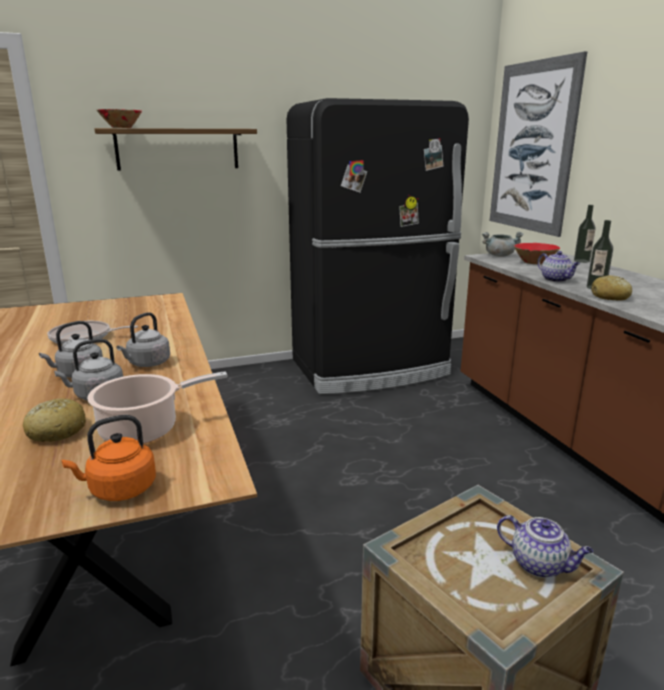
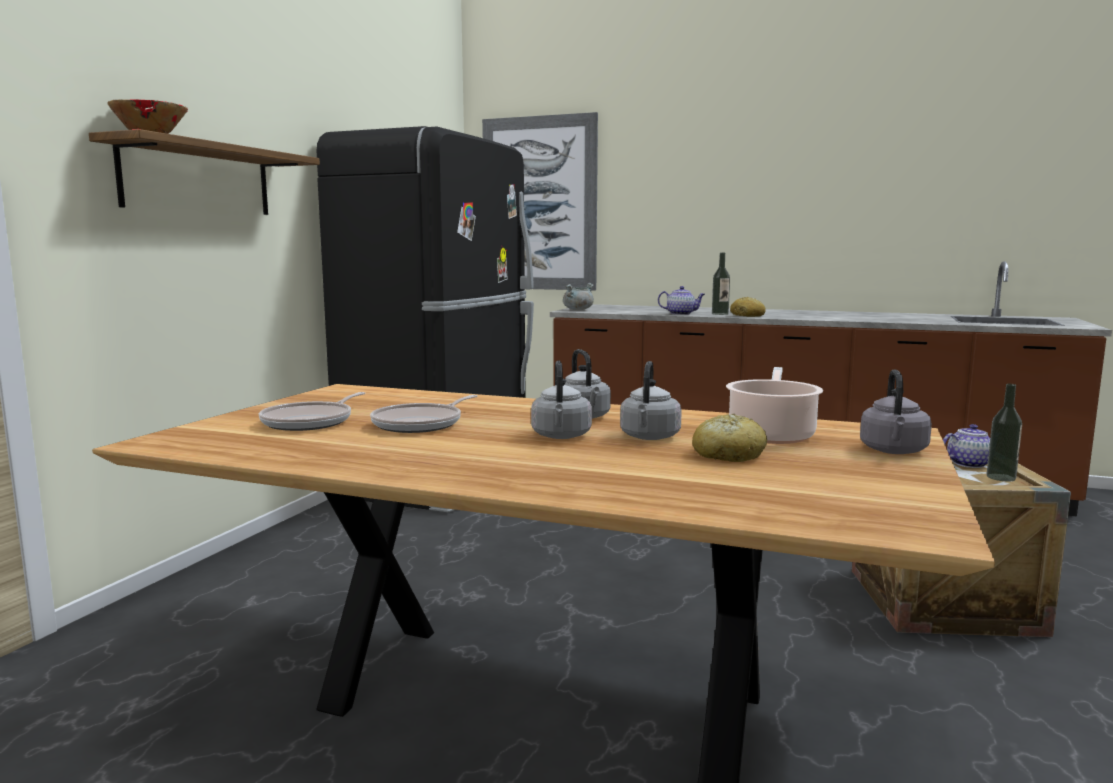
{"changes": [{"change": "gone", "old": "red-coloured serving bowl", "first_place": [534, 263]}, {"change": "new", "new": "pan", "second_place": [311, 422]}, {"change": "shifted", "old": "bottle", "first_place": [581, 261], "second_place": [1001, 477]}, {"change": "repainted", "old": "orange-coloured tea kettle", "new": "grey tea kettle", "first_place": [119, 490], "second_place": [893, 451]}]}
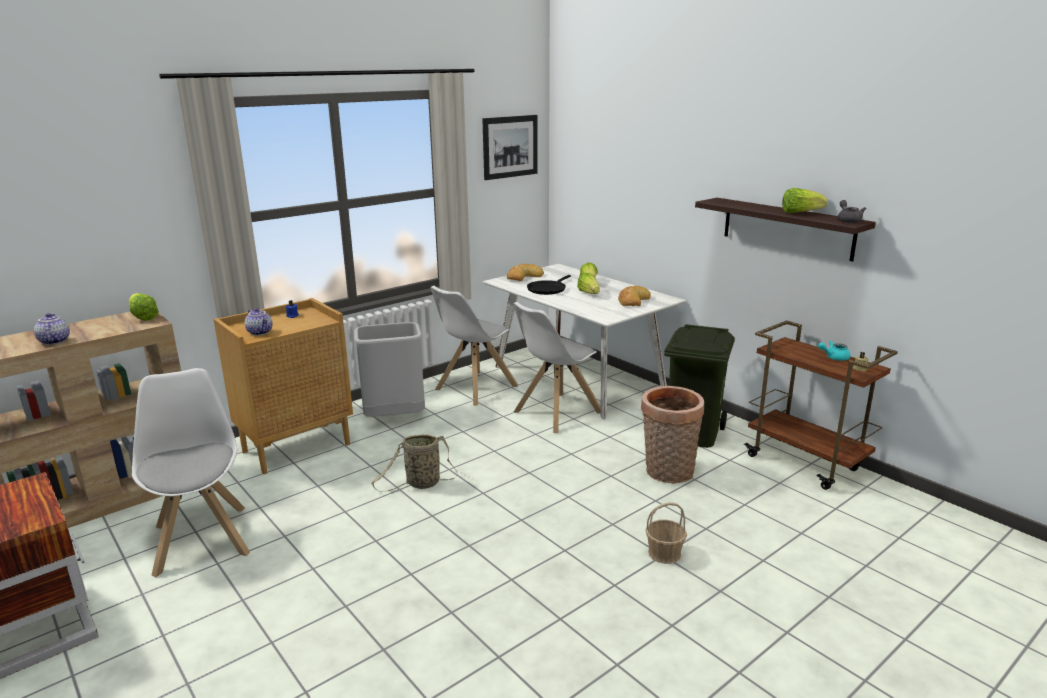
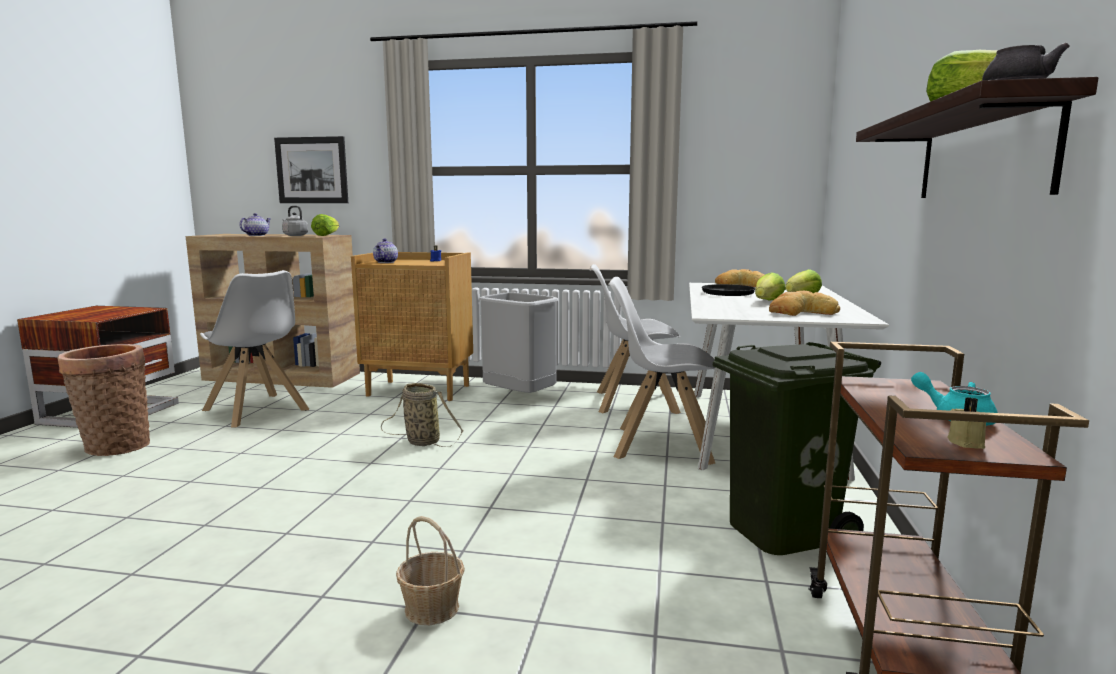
{"changes": [{"change": "new", "new": "grey tea kettle", "second_place": [294, 235]}, {"change": "shifted", "old": "wall art", "first_place": [510, 147], "second_place": [312, 170]}, {"change": "shifted", "old": "storage basket", "first_place": [667, 473], "second_place": [114, 446]}, {"change": "rotated", "old": "plain chair", "first_place": [202, 537], "second_place": [257, 411], "degrees": 105}]}
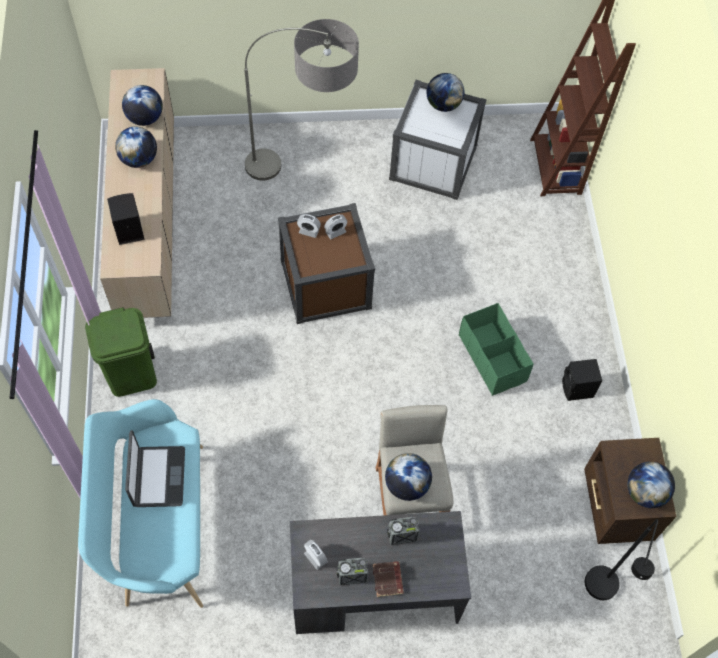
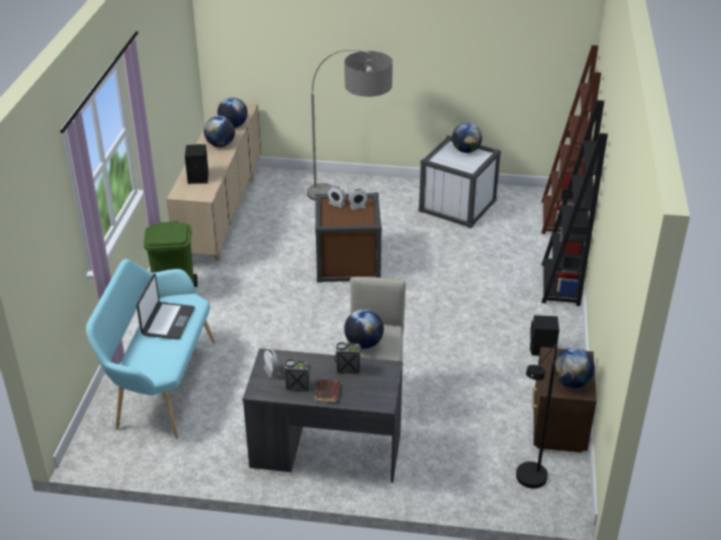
{"changes": [{"change": "gone", "old": "green storage bin", "first_place": [492, 358]}, {"change": "new", "new": "blackish bookcase", "second_place": [560, 285]}]}
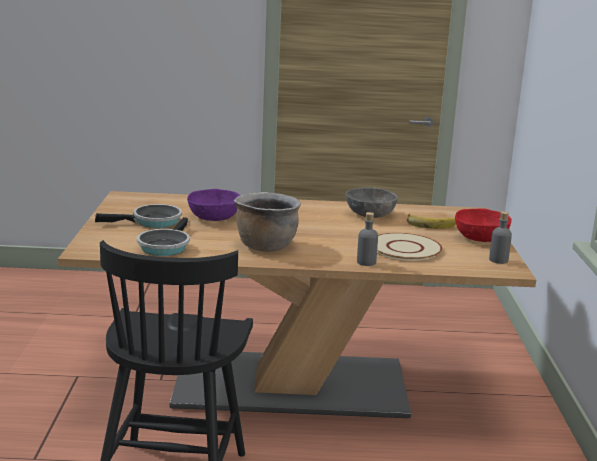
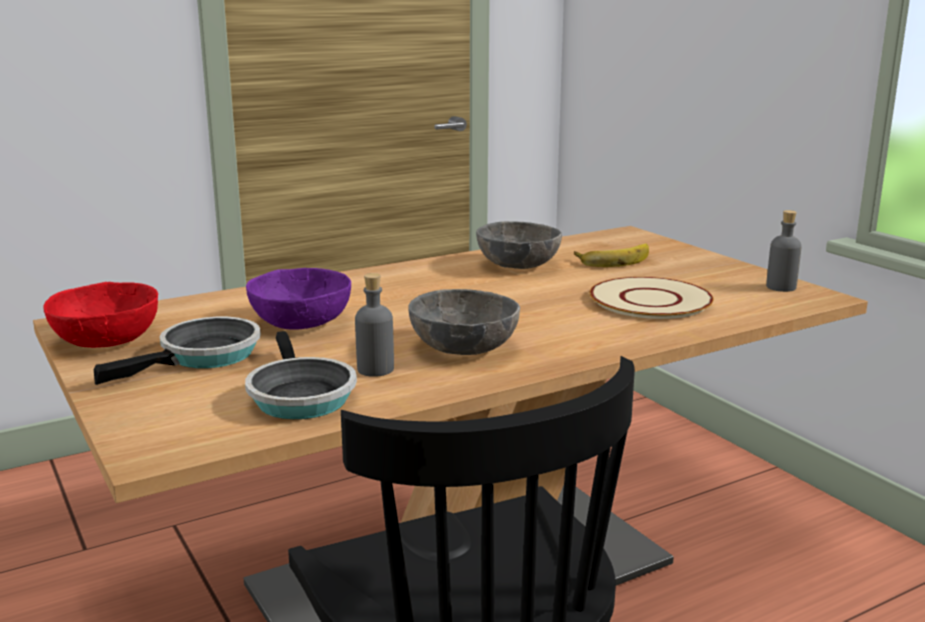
{"changes": [{"change": "shifted", "old": "grey bottle", "first_place": [366, 262], "second_place": [375, 369]}, {"change": "shifted", "old": "red-coloured serving bowl", "first_place": [480, 238], "second_place": [107, 340]}, {"change": "swapped", "old": "brownish cooking pot", "new": "grey serving bowl", "first_place": [265, 246], "second_place": [464, 348]}]}
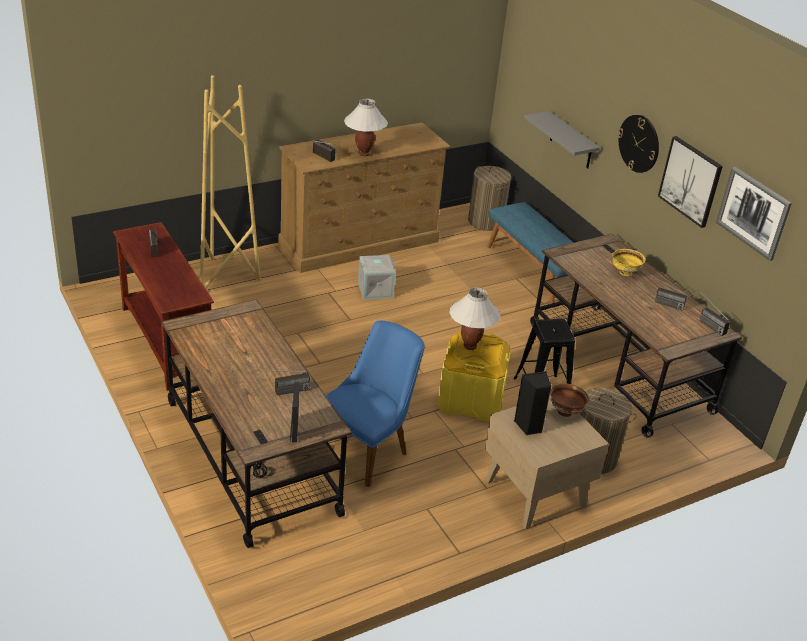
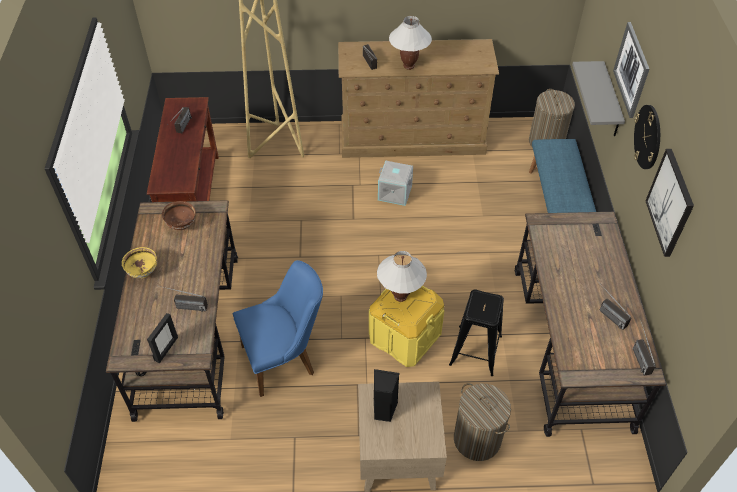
{"changes": [{"change": "shifted", "old": "brownish serving bowl", "first_place": [565, 411], "second_place": [182, 225]}, {"change": "shifted", "old": "yellow serving bowl", "first_place": [625, 272], "second_place": [143, 272]}, {"change": "shifted", "old": "wall art", "first_place": [753, 213], "second_place": [631, 70]}]}
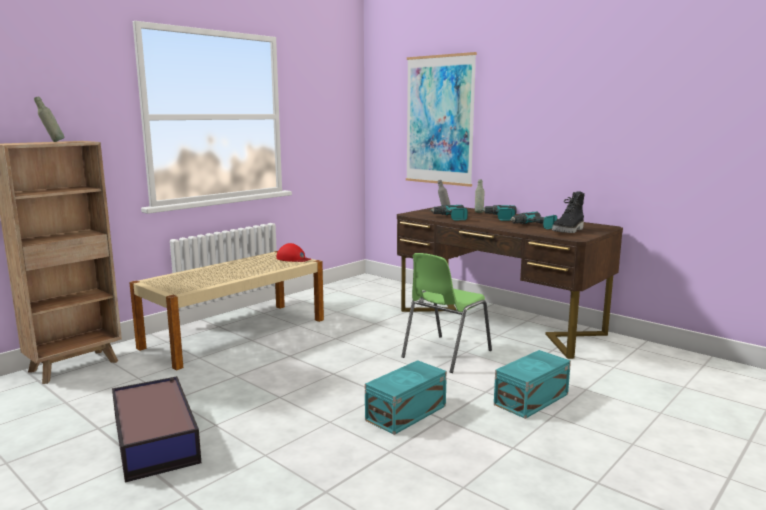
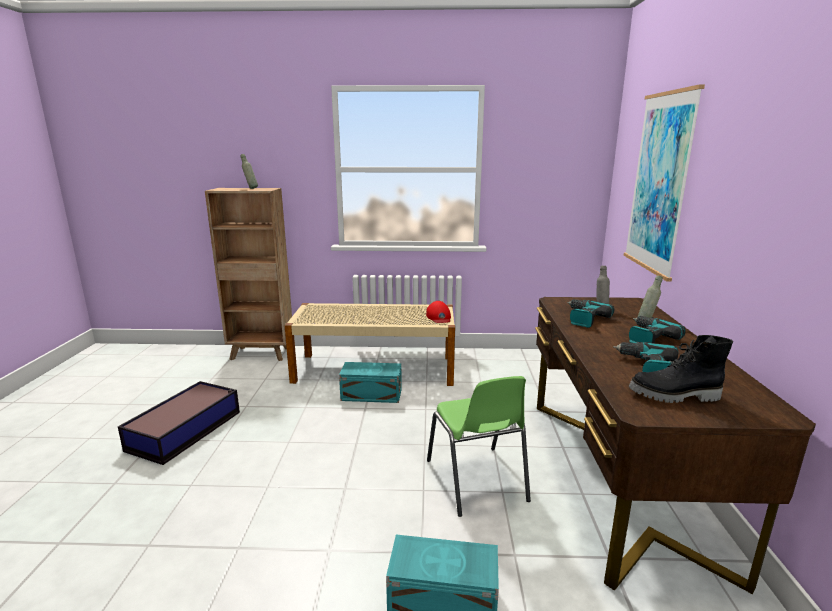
{"changes": [{"change": "shifted", "old": "blue-green storage bin", "first_place": [408, 413], "second_place": [372, 395]}, {"change": "rotated", "old": "green plain chair", "first_place": [445, 354], "second_place": [476, 481], "degrees": -105}]}
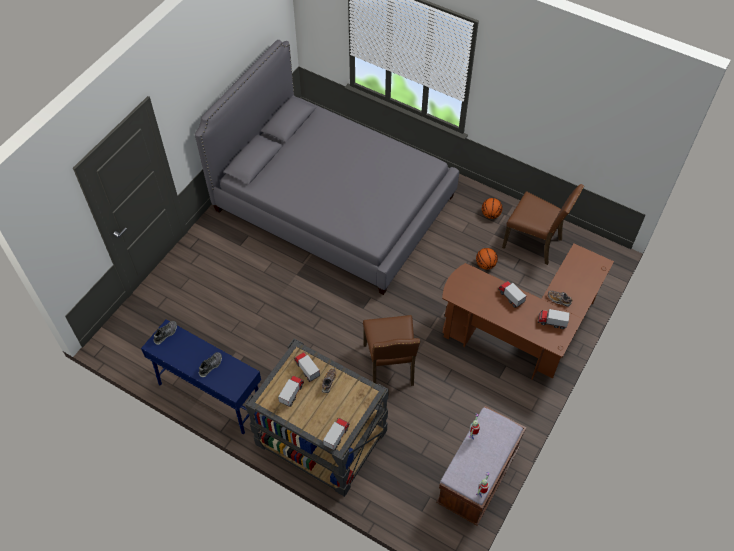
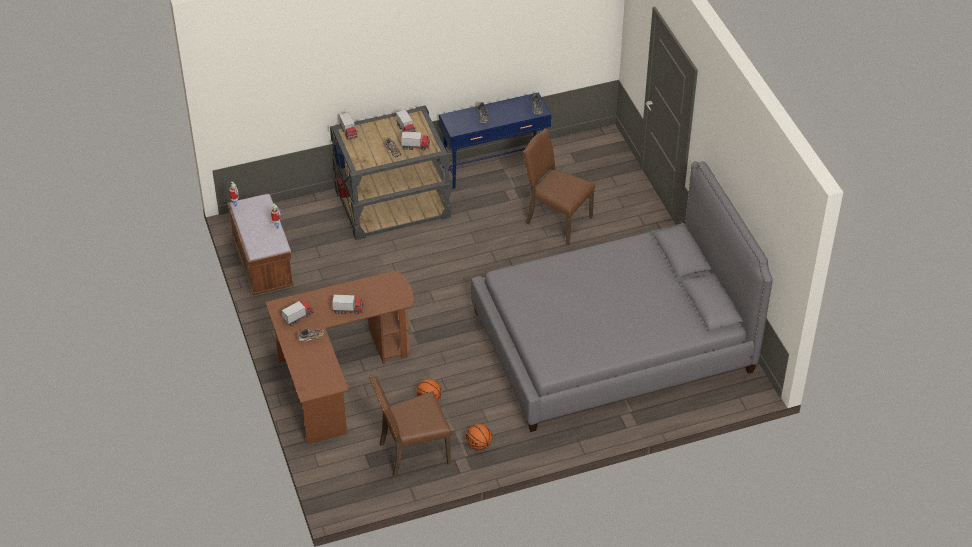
{"changes": [{"change": "shifted", "old": "brownish plain chair", "first_place": [390, 366], "second_place": [556, 220]}]}
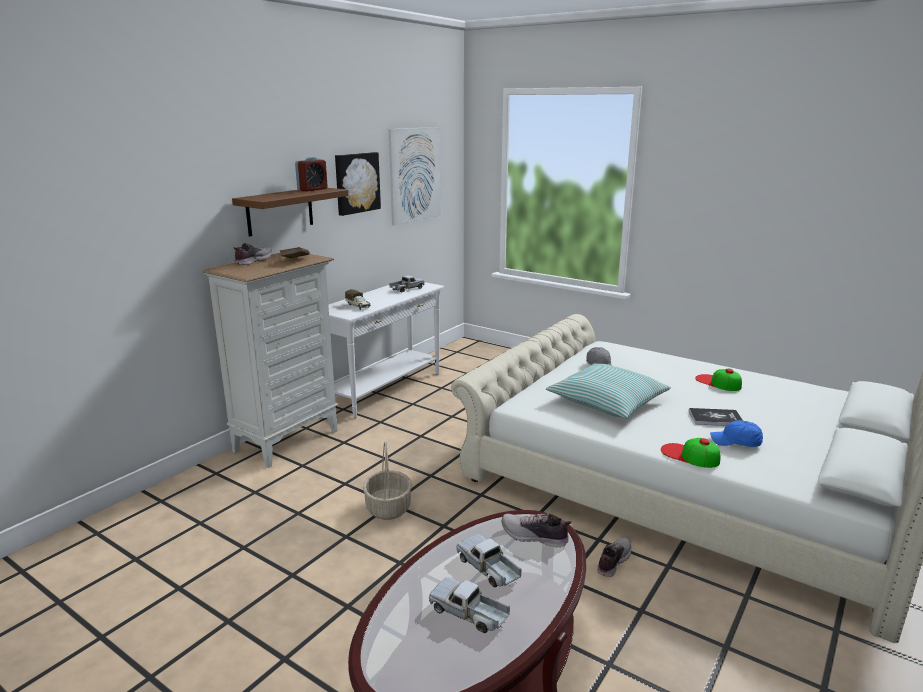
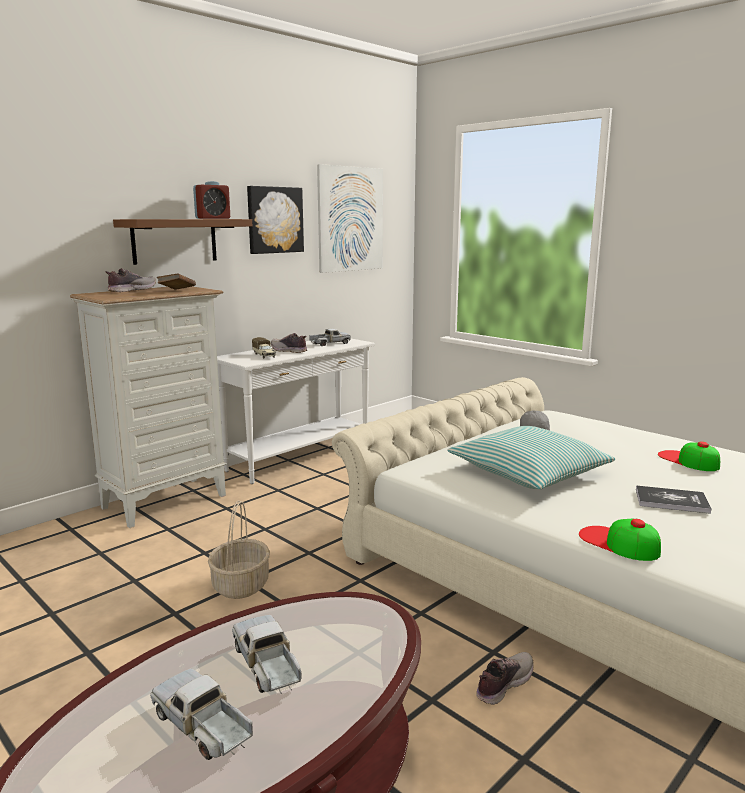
{"changes": [{"change": "gone", "old": "bluish peaked cap", "first_place": [736, 442]}, {"change": "shifted", "old": "item of footwear", "first_place": [534, 537], "second_place": [288, 350]}]}
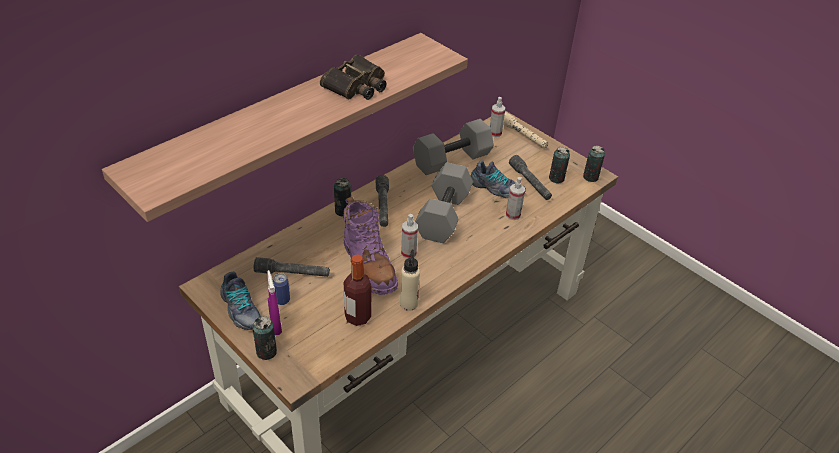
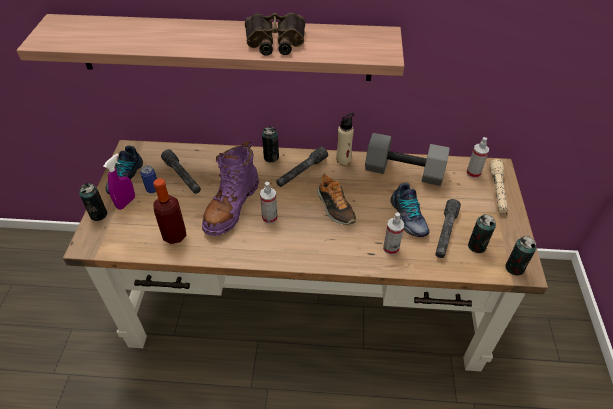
{"changes": [{"change": "shifted", "old": "beige bottle", "first_place": [409, 303], "second_place": [343, 159]}, {"change": "swapped", "old": "grey dumbbell", "new": "item of footwear", "first_place": [442, 214], "second_place": [335, 207]}]}
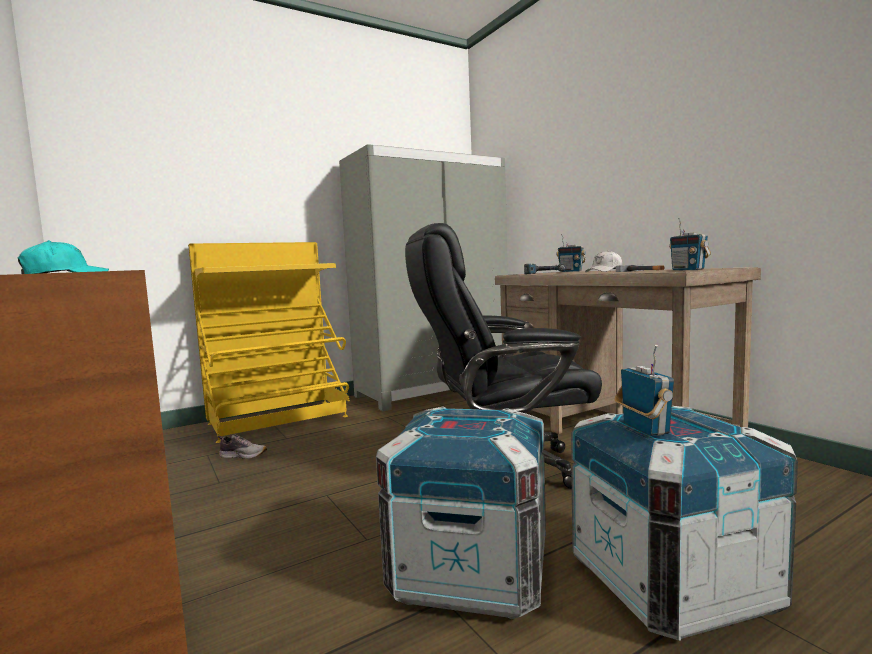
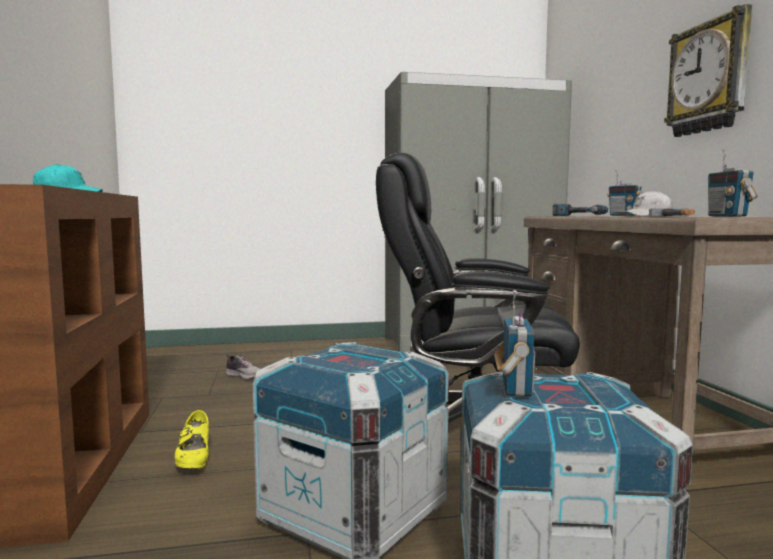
{"changes": [{"change": "gone", "old": "yellow shoe stand", "first_place": [279, 421]}, {"change": "new", "new": "yellow item of footwear", "second_place": [194, 461]}, {"change": "new", "new": "hanging clock", "second_place": [709, 77]}]}
